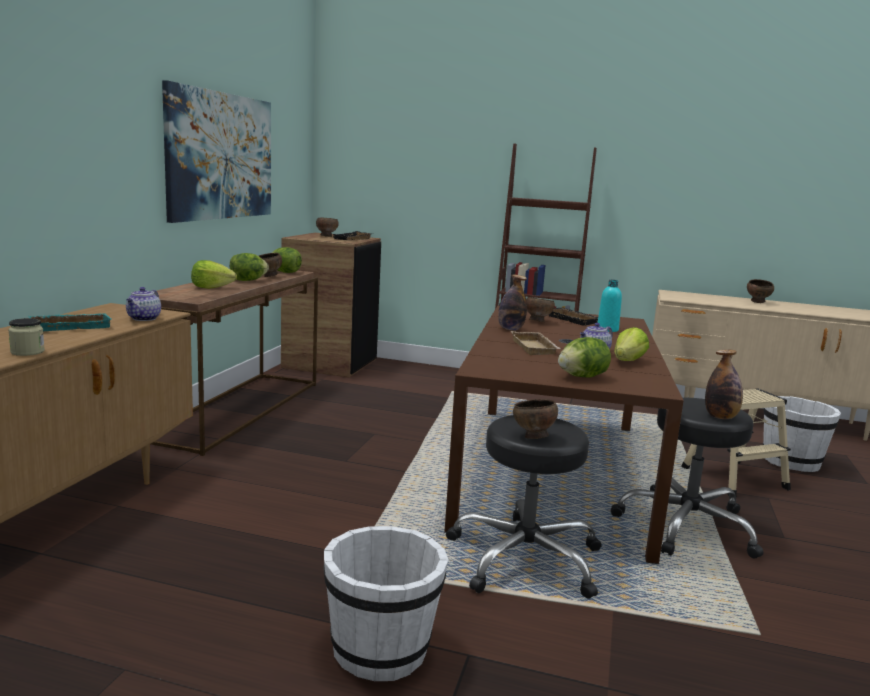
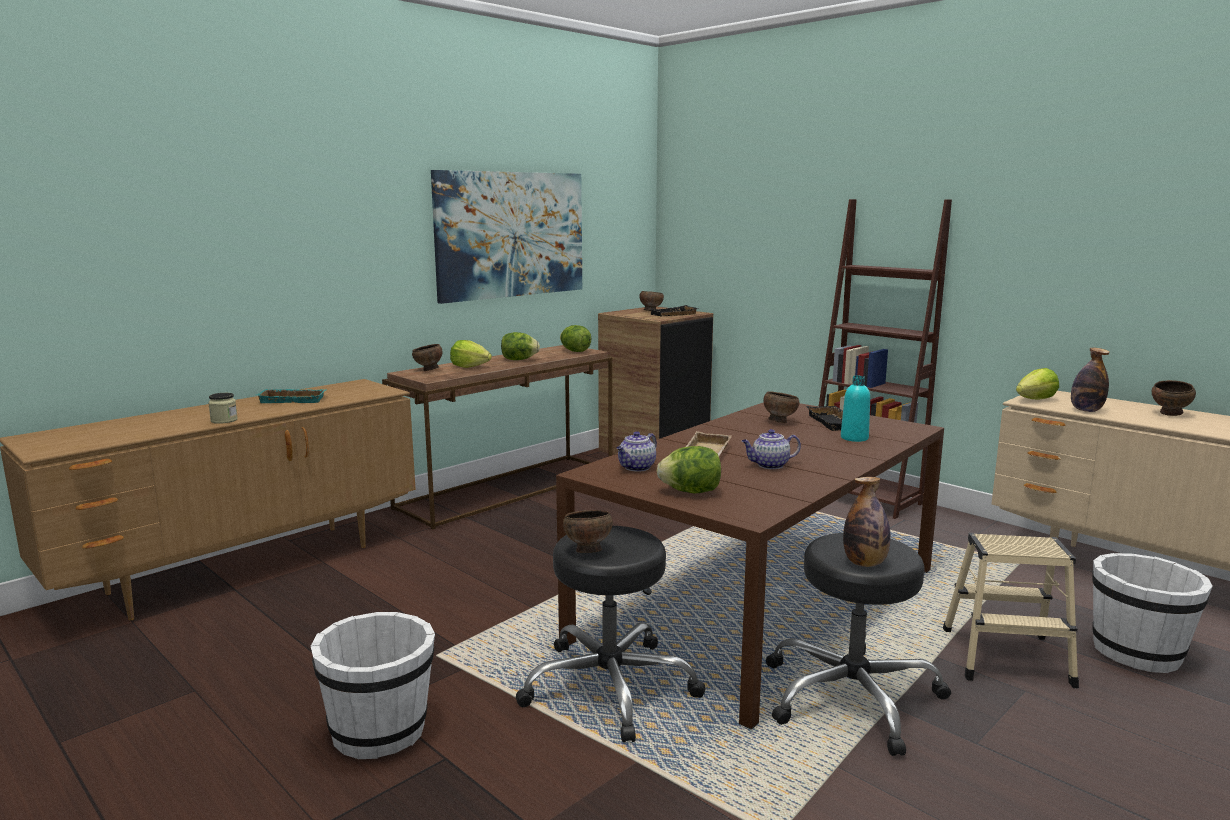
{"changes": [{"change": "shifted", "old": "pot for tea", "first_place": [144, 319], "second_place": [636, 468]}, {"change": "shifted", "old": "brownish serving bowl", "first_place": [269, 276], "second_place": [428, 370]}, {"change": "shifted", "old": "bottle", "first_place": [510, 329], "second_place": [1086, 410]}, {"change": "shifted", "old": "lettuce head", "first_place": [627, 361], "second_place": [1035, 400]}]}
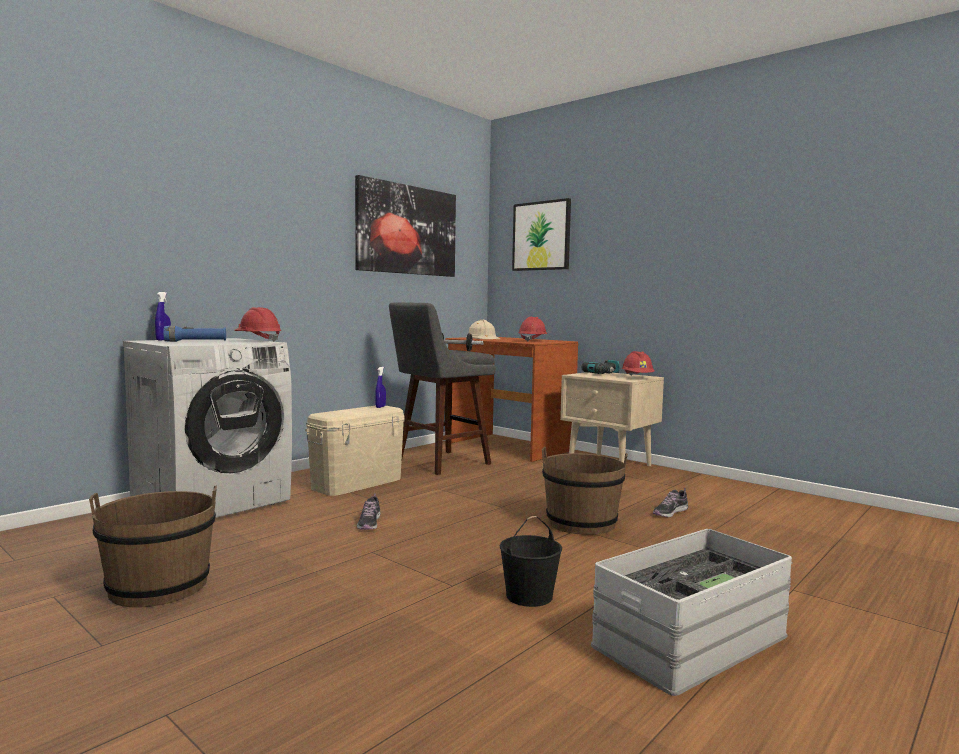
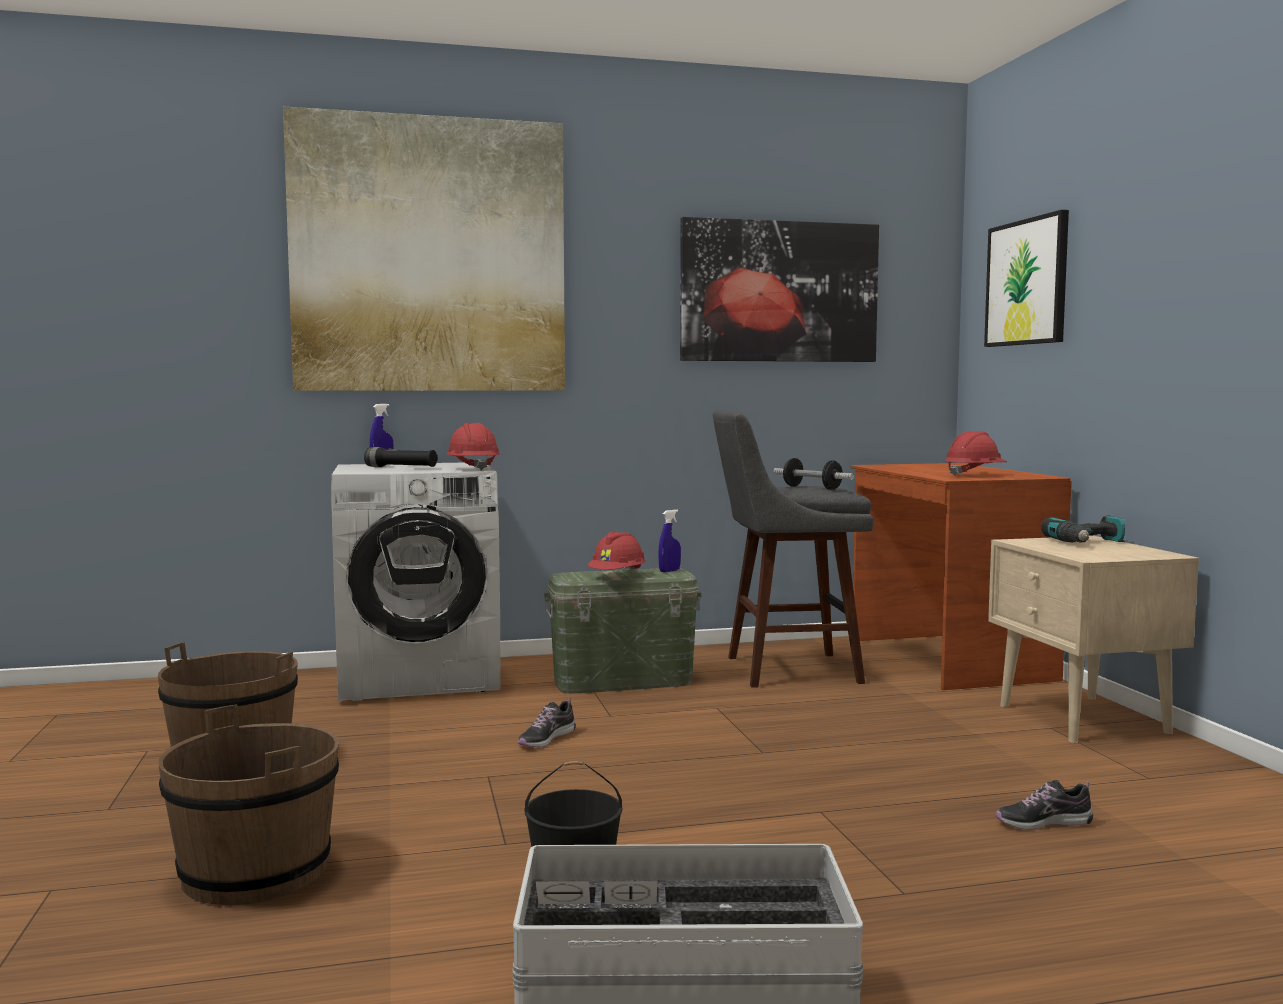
{"changes": [{"change": "gone", "old": "beige work helmet", "first_place": [483, 338]}, {"change": "new", "new": "wall art", "second_place": [429, 256]}, {"change": "shifted", "old": "brownish pail", "first_place": [581, 523], "second_place": [256, 872]}, {"change": "shifted", "old": "red-coloured work helmet", "first_place": [637, 377], "second_place": [617, 576]}, {"change": "repainted", "old": "bluish torch", "new": "blackish torch", "first_place": [195, 341], "second_place": [401, 467]}, {"change": "repainted", "old": "beige storage bin", "new": "green storage bin", "first_place": [357, 483], "second_place": [622, 681]}]}
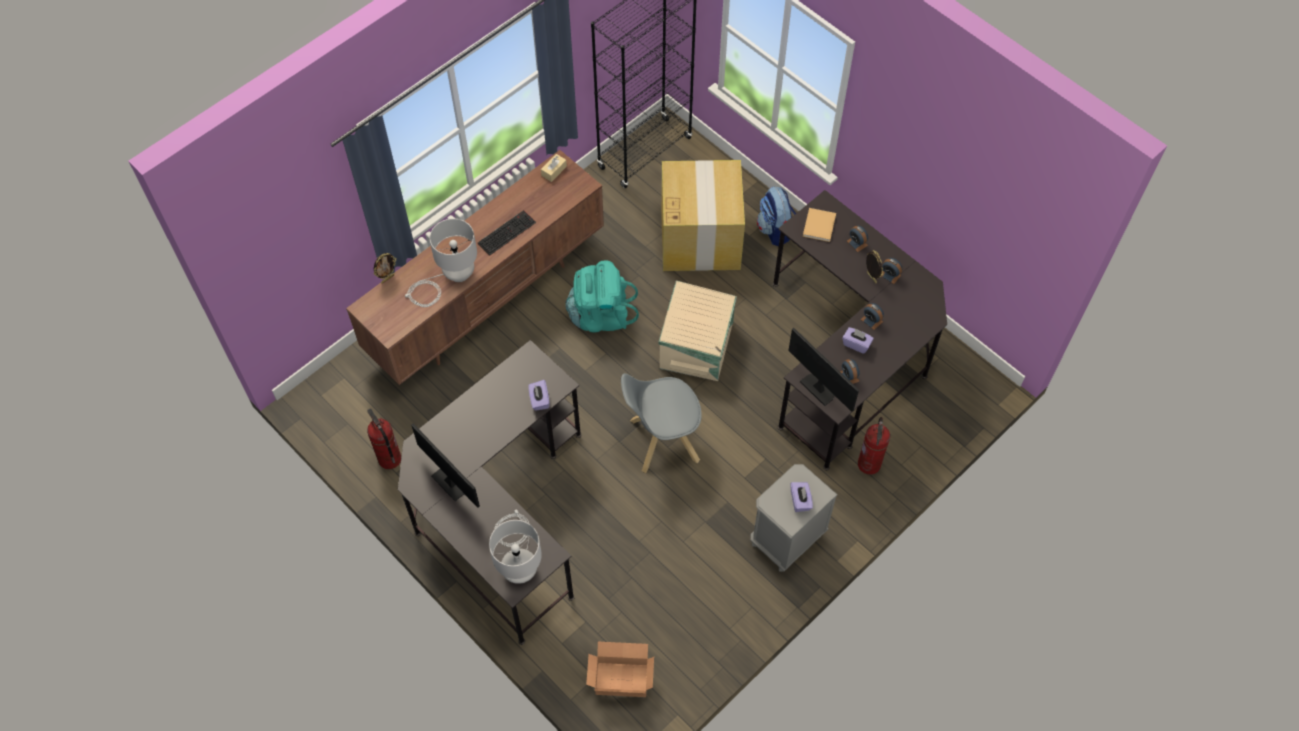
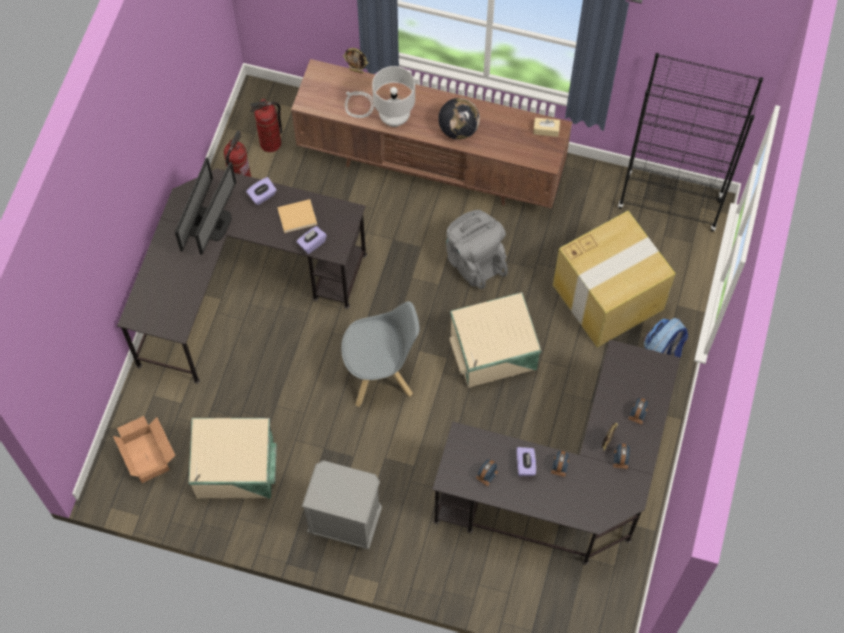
{"changes": [{"change": "gone", "old": "grey tabletop lamp", "first_place": [517, 555]}, {"change": "new", "new": "beige storage bin", "second_place": [236, 469]}, {"change": "shifted", "old": "computer screen", "first_place": [818, 389], "second_place": [220, 225]}, {"change": "shifted", "old": "purple-coloured box of tissues", "first_place": [800, 501], "second_place": [262, 196]}, {"change": "shifted", "old": "beige book", "first_place": [819, 225], "second_place": [298, 216]}, {"change": "shifted", "old": "fire extinguisher", "first_place": [869, 464], "second_place": [270, 143]}, {"change": "swapped", "old": "keyboard", "new": "world globe", "first_place": [506, 232], "second_place": [458, 129]}, {"change": "repainted", "old": "blue-green rucksack", "new": "grey rucksack", "first_place": [601, 315], "second_place": [474, 260]}, {"change": "rotated", "old": "grey plain chair", "first_place": [661, 440], "second_place": [381, 373], "degrees": 120}]}
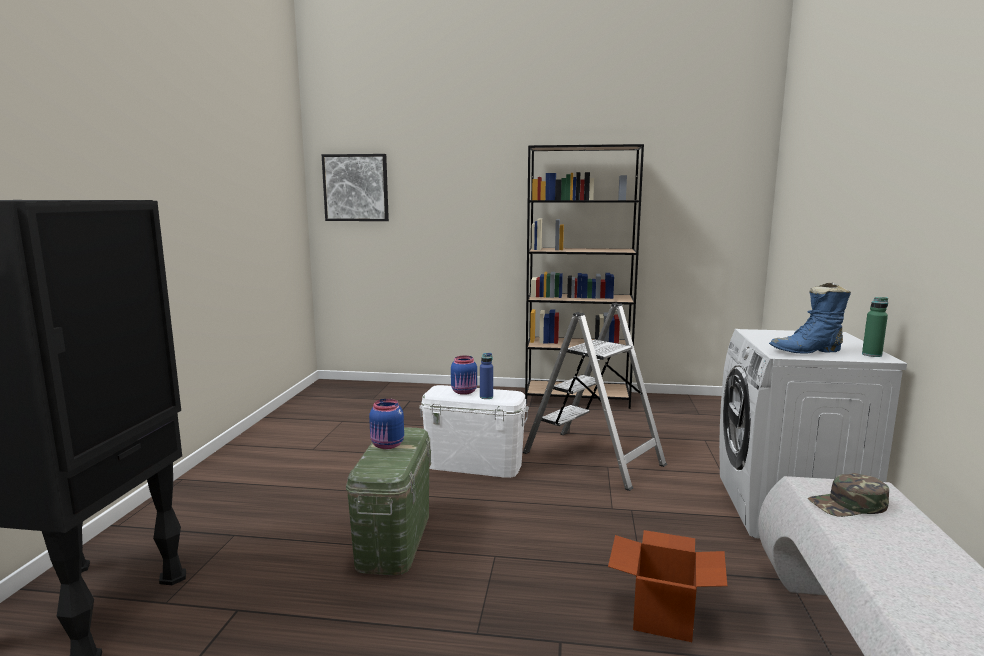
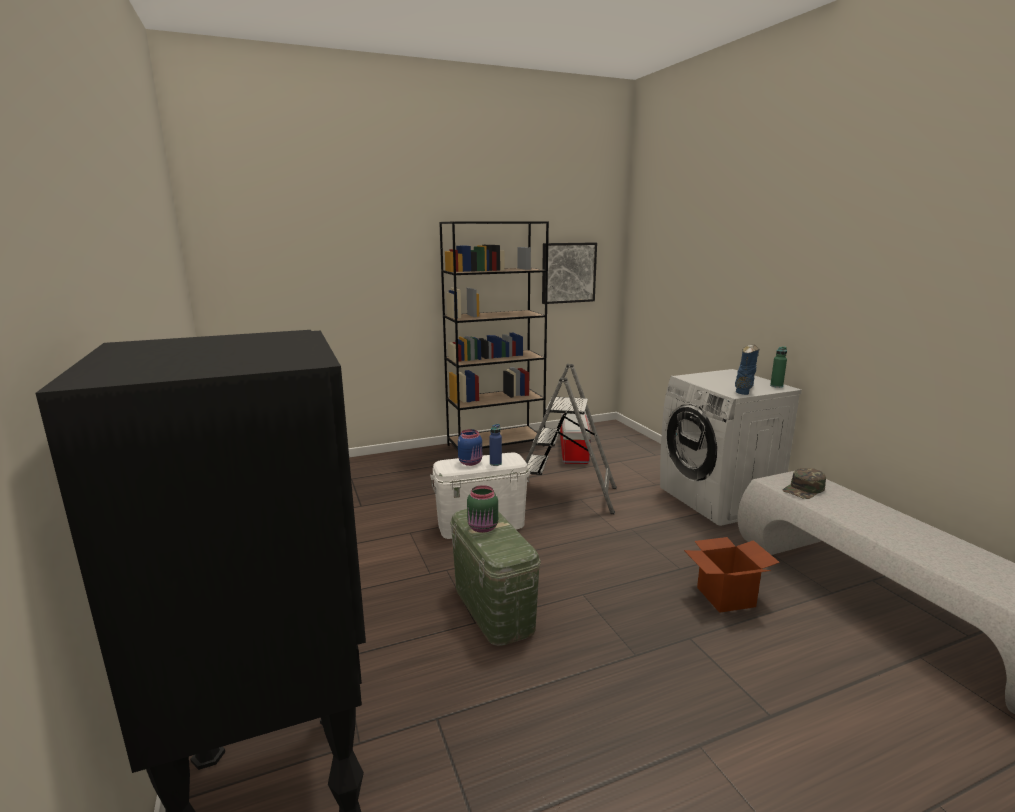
{"changes": [{"change": "new", "new": "storage bin", "second_place": [573, 450]}, {"change": "shifted", "old": "wall art", "first_place": [356, 188], "second_place": [568, 272]}, {"change": "repainted", "old": "bluish preserve jar", "new": "green preserve jar", "first_place": [387, 445], "second_place": [483, 528]}, {"change": "rotated", "old": "bluish high-top boot", "first_place": [807, 351], "second_place": [743, 389], "degrees": 150}]}
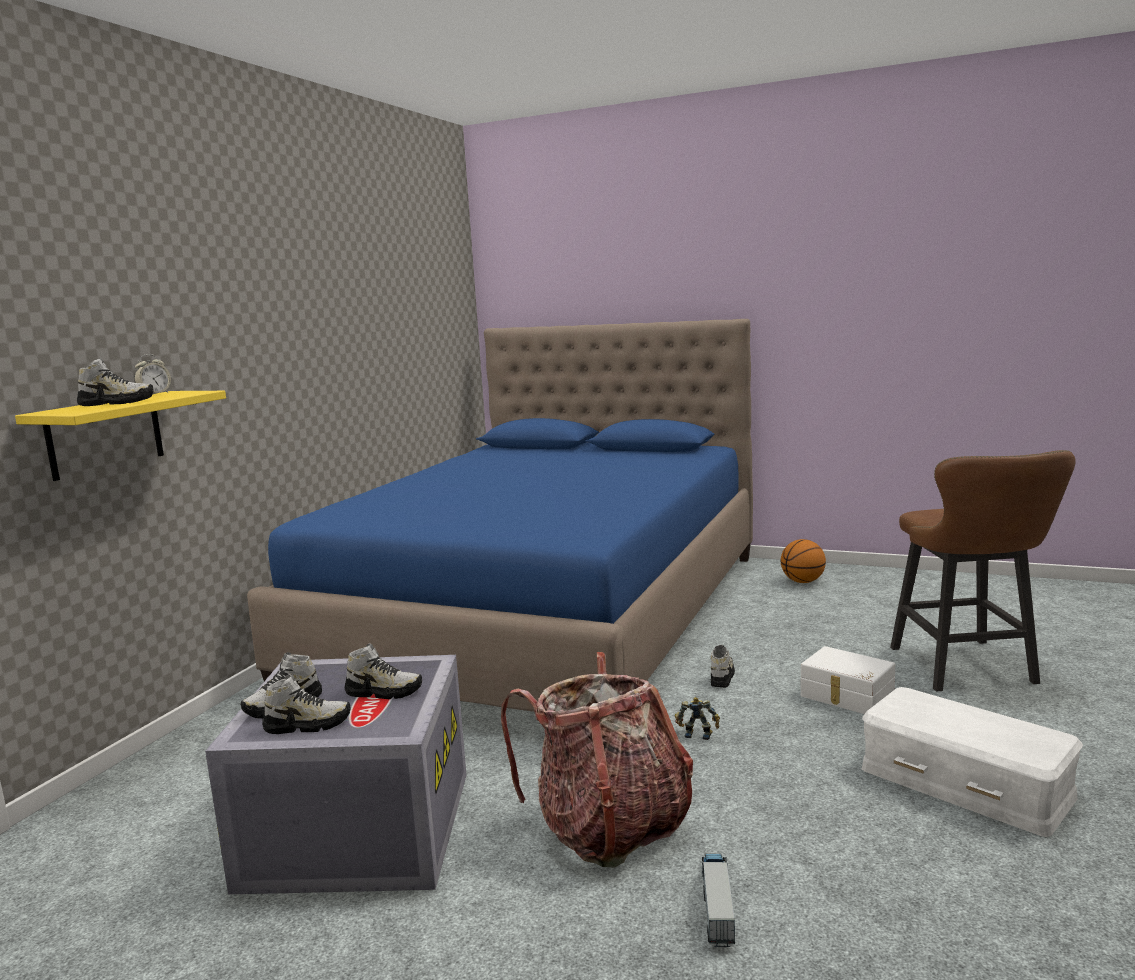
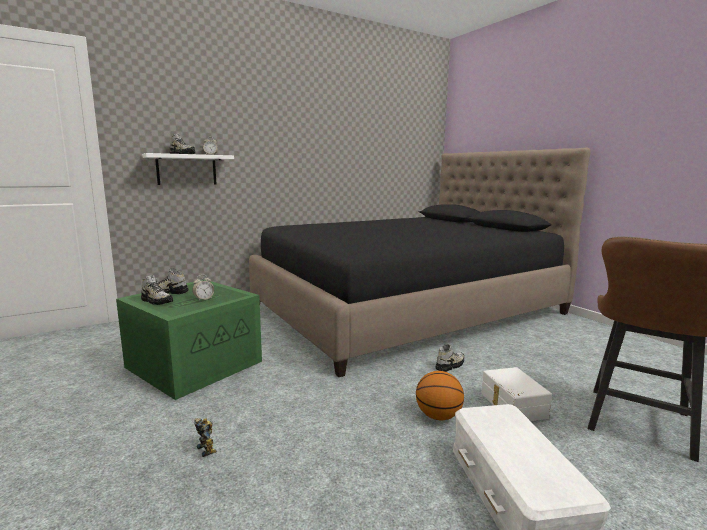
{"changes": [{"change": "gone", "old": "rucksack", "first_place": [609, 827]}, {"change": "gone", "old": "model truck", "first_place": [717, 904]}, {"change": "shifted", "old": "robot figure", "first_place": [697, 733], "second_place": [208, 448]}, {"change": "shifted", "old": "ball for basketball", "first_place": [803, 581], "second_place": [438, 416]}, {"change": "swapped", "old": "item of footwear", "new": "bedside clock", "first_place": [384, 692], "second_place": [204, 299]}, {"change": "repainted", "old": "yellow shelf", "new": "whitish shelf", "first_place": [105, 434], "second_place": [186, 170]}, {"change": "repainted", "old": "grey storage bin", "new": "green storage bin", "first_place": [356, 827], "second_place": [195, 363]}, {"change": "repainted", "old": "bluish sleeping bed", "new": "blackish sleeping bed", "first_place": [546, 614], "second_place": [407, 308]}]}
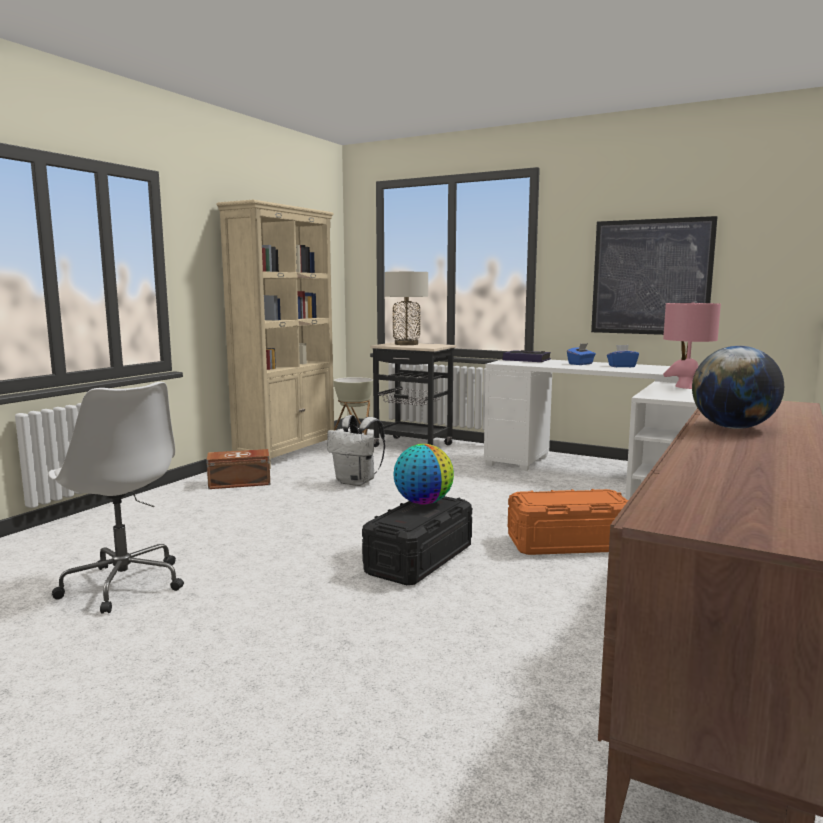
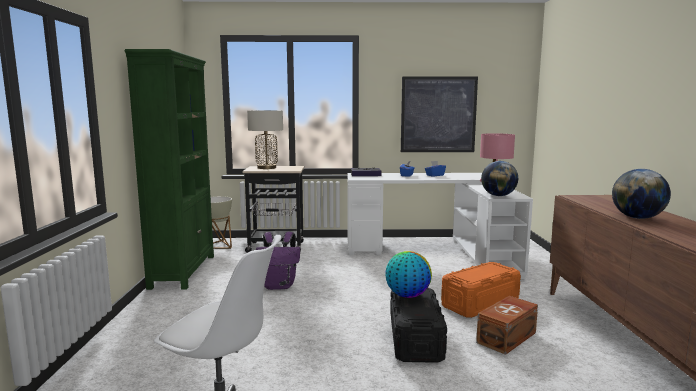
{"changes": [{"change": "new", "new": "world globe", "second_place": [498, 195]}, {"change": "shifted", "old": "brownish storage bin", "first_place": [240, 483], "second_place": [508, 337]}, {"change": "repainted", "old": "beige bookcase", "new": "green bookcase", "first_place": [287, 454], "second_place": [183, 271]}, {"change": "repainted", "old": "whitish rucksack", "new": "purple-coloured rucksack", "first_place": [357, 482], "second_place": [279, 286]}]}
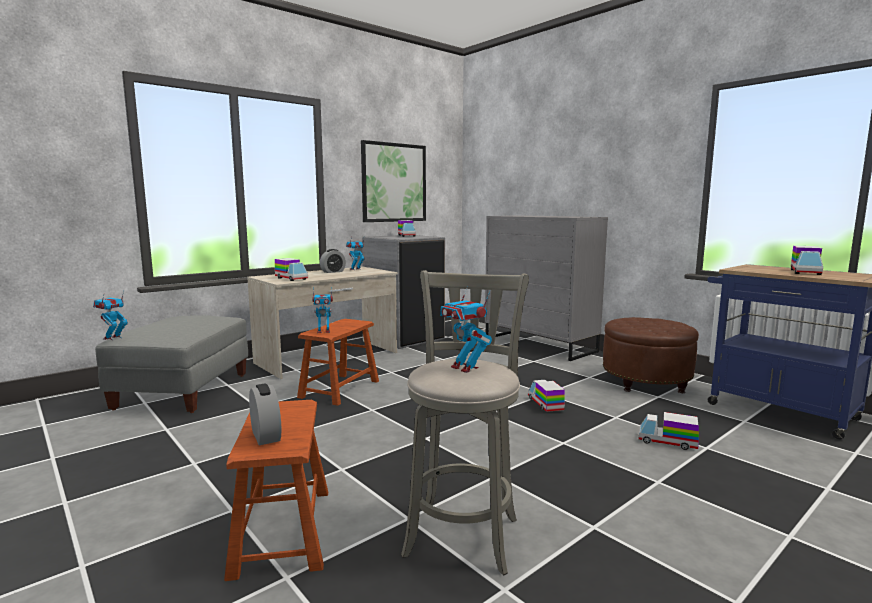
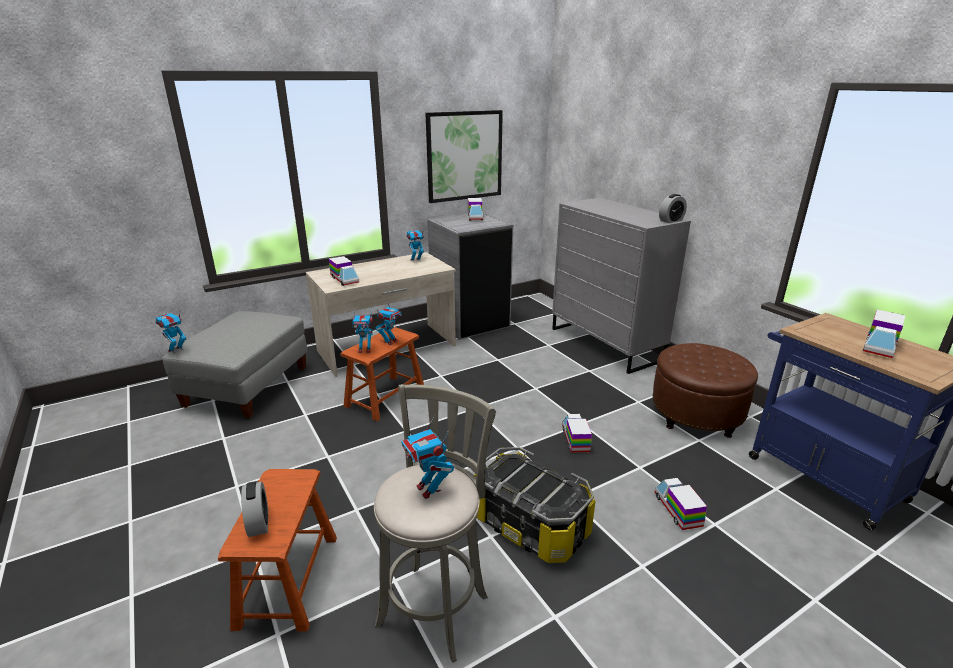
{"changes": [{"change": "new", "new": "robot figure", "second_place": [390, 341]}, {"change": "new", "new": "storage bin", "second_place": [531, 524]}, {"change": "shifted", "old": "bedside clock", "first_place": [333, 272], "second_place": [671, 220]}, {"change": "rotated", "old": "model truck", "first_place": [667, 442], "second_place": [677, 510], "degrees": 45}]}
